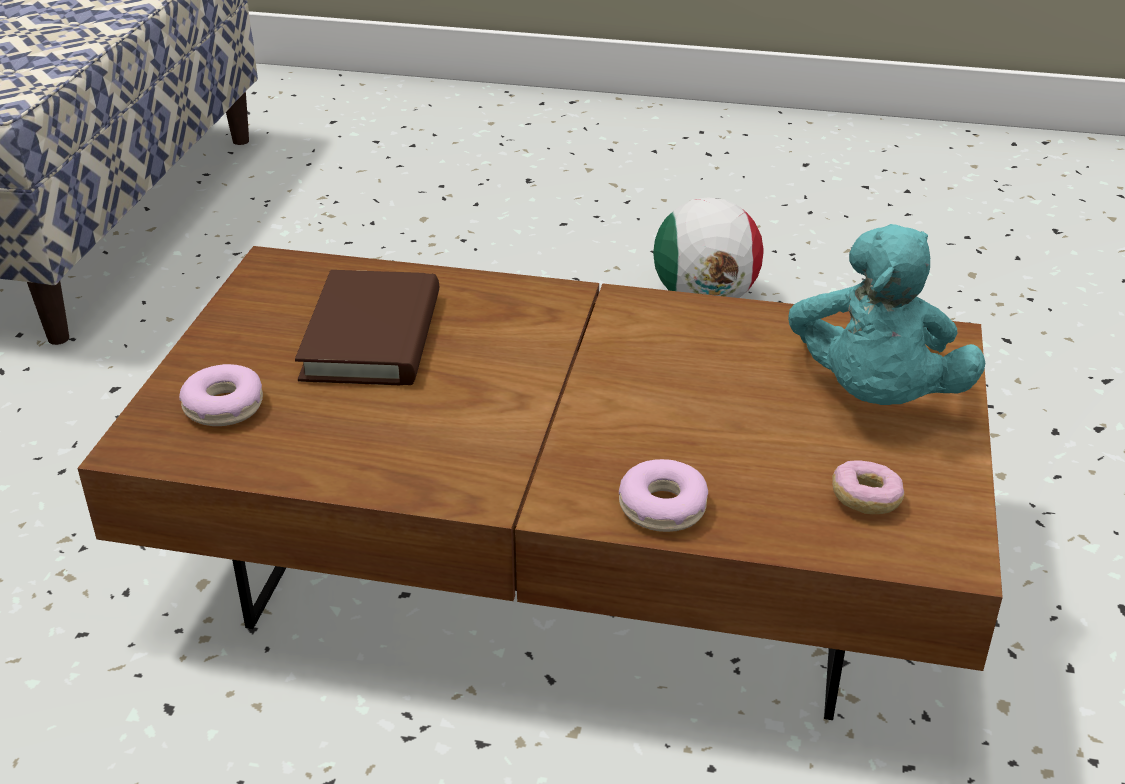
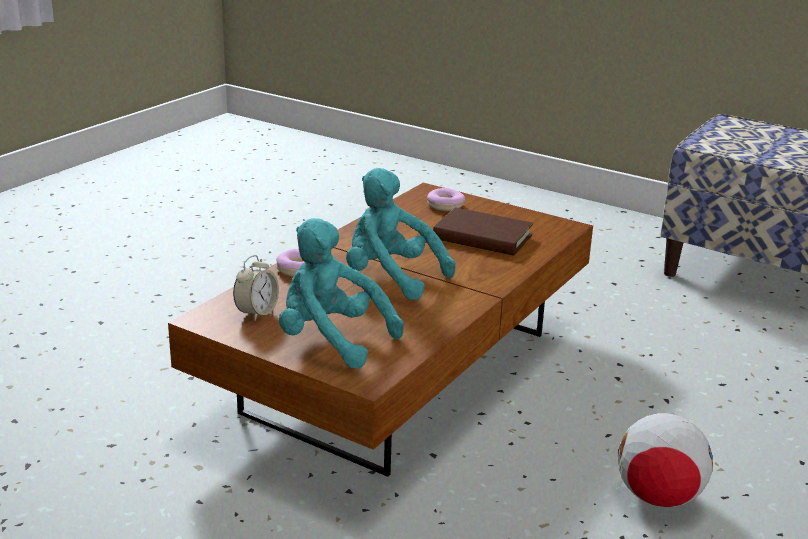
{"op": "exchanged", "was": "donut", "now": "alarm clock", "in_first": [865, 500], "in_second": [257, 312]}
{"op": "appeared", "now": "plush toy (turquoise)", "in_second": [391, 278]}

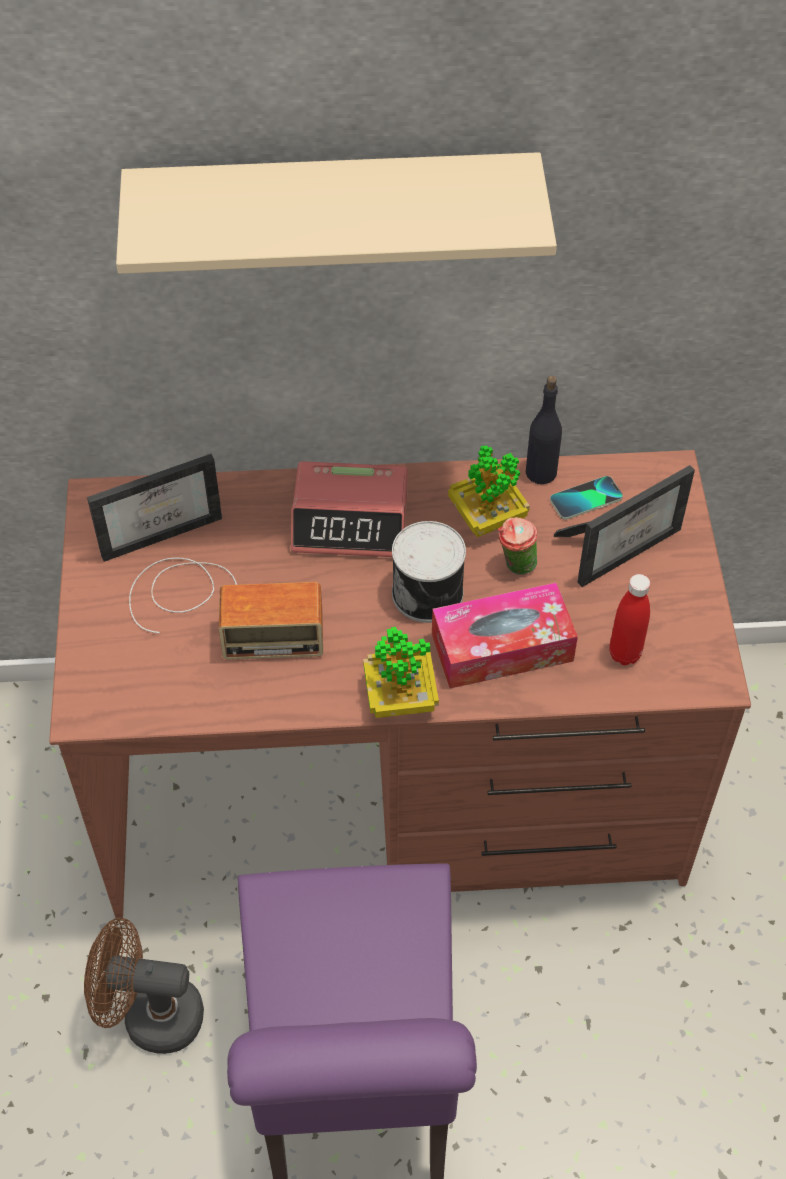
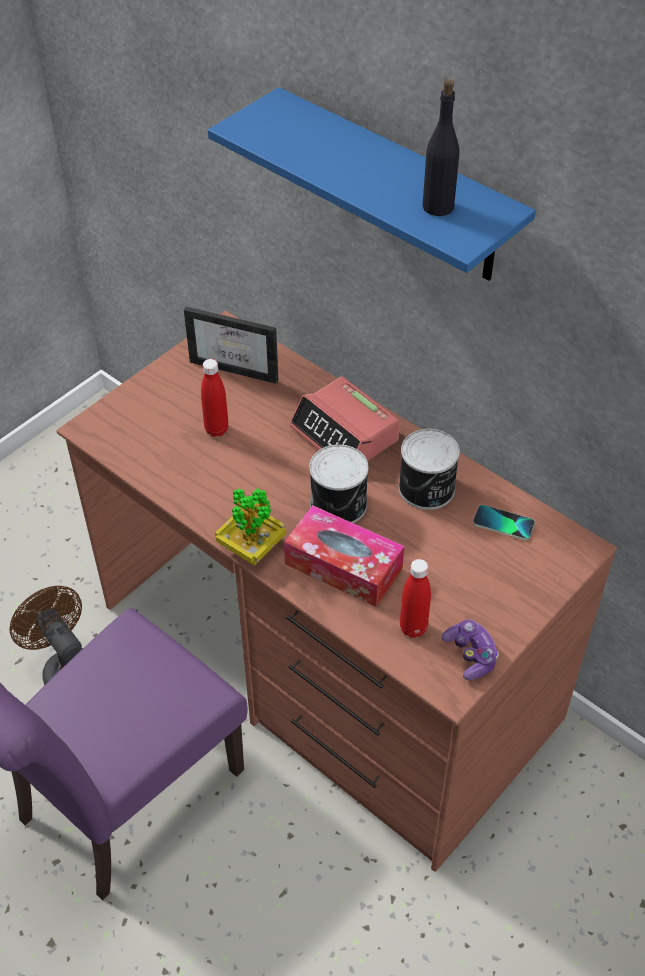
{"op": "colour", "was": "shelf (beige)", "now": "shelf (blue)", "in_first": [333, 211], "in_second": [397, 188]}
{"op": "exchanged", "was": "radio", "now": "bottle (red)", "in_first": [221, 610], "in_second": [216, 429]}
{"op": "exchanged", "was": "potted plant", "now": "can", "in_first": [487, 517], "in_second": [427, 489]}
{"op": "missing", "was": "cup", "in_first": [515, 566]}
{"op": "relocated", "was": "bottle (black)", "in_first": [541, 472], "in_second": [438, 206]}
{"op": "missing", "was": "picture frame", "in_first": [623, 546]}
{"op": "appeared", "now": "game controller", "in_second": [470, 655]}

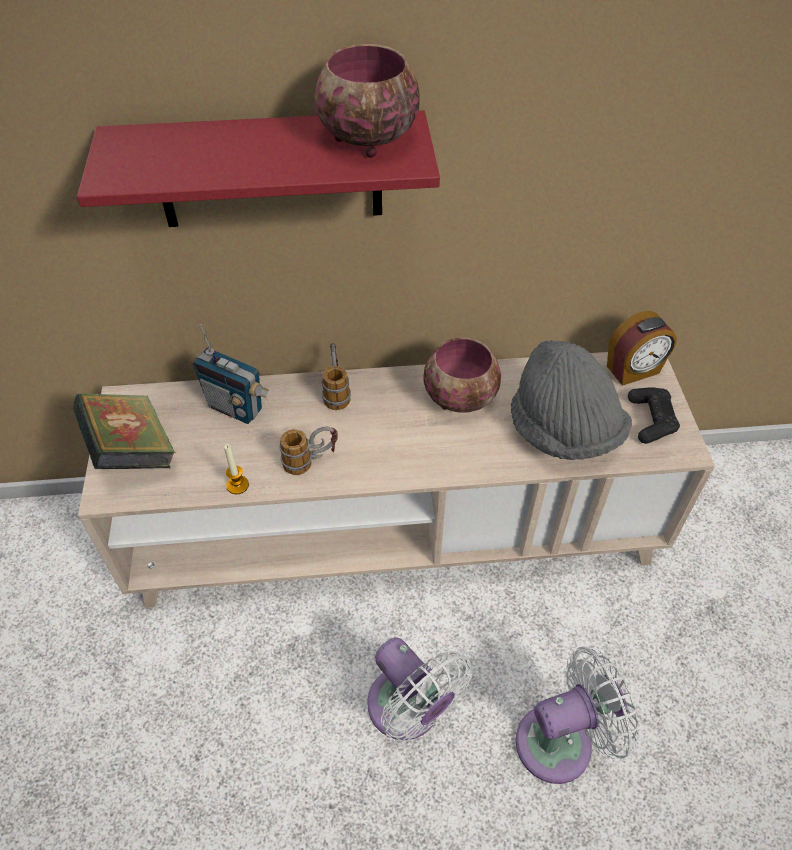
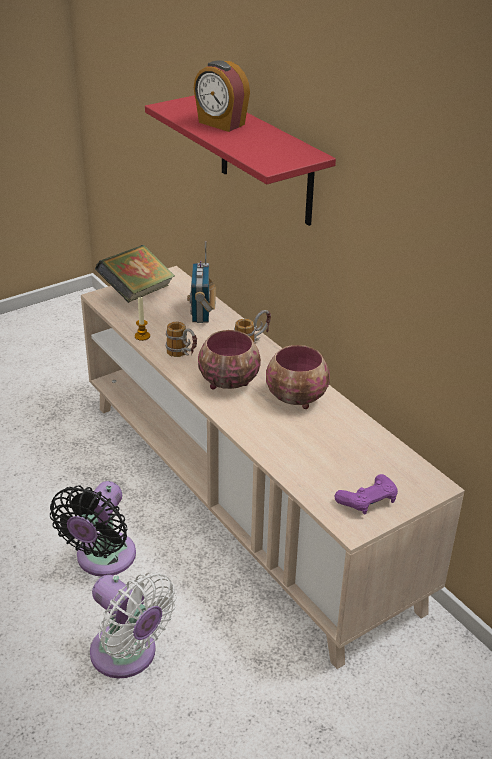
{"op": "relocated", "was": "bowl", "in_first": [365, 140], "in_second": [227, 382]}
{"op": "colour", "was": "fan (white)", "now": "fan (black)", "in_first": [409, 710], "in_second": [102, 559]}
{"op": "missing", "was": "hat (grey)", "in_first": [563, 431]}
{"op": "relocated", "was": "alarm clock", "in_first": [633, 371], "in_second": [221, 124]}
{"op": "colour", "was": "game controller (black)", "now": "game controller (purple)", "in_first": [651, 420], "in_second": [367, 501]}

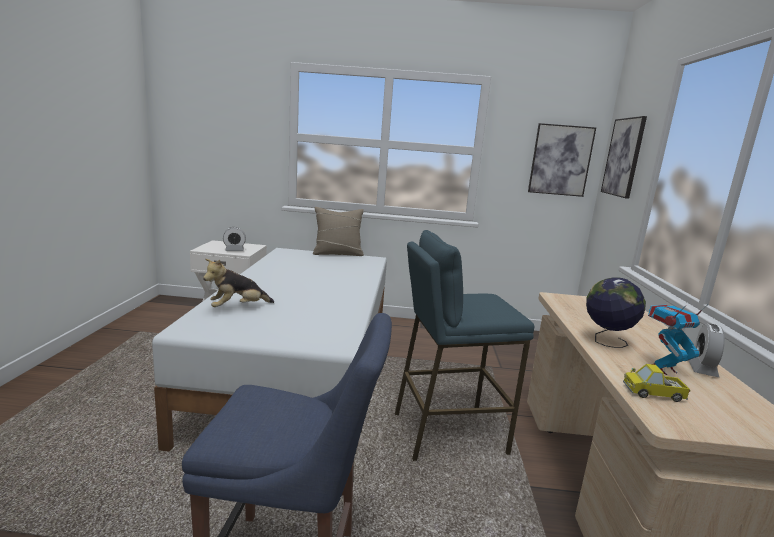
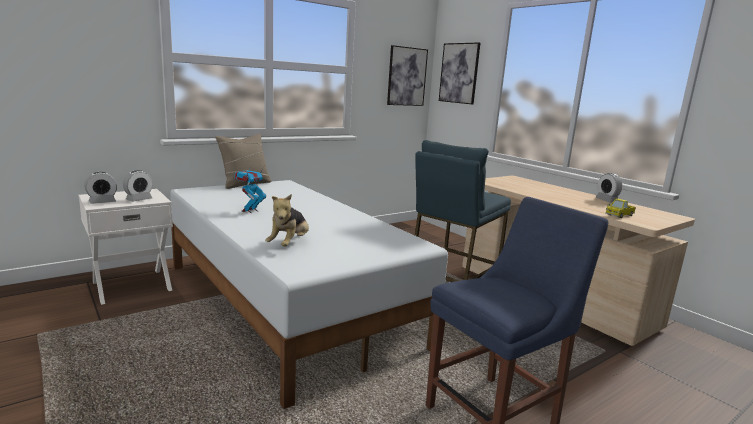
{"op": "missing", "was": "globe", "in_first": [606, 341]}
{"op": "relocated", "was": "toy robot", "in_first": [662, 369], "in_second": [250, 211]}
{"op": "appeared", "now": "alarm clock", "in_second": [102, 202]}

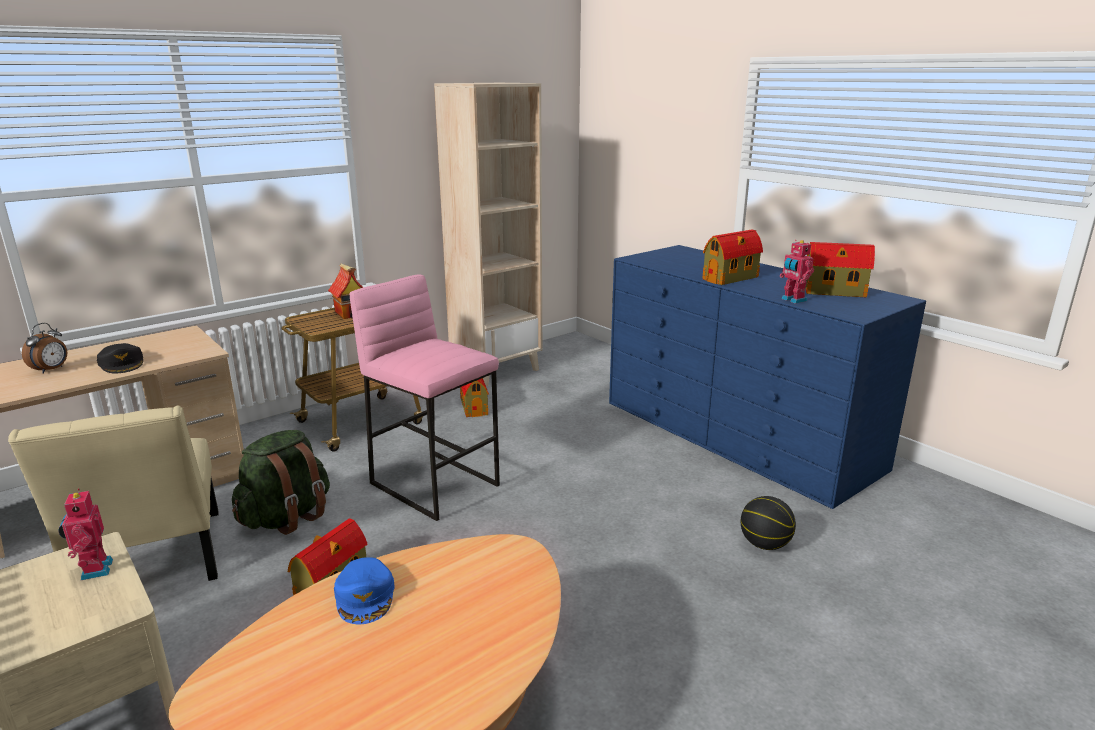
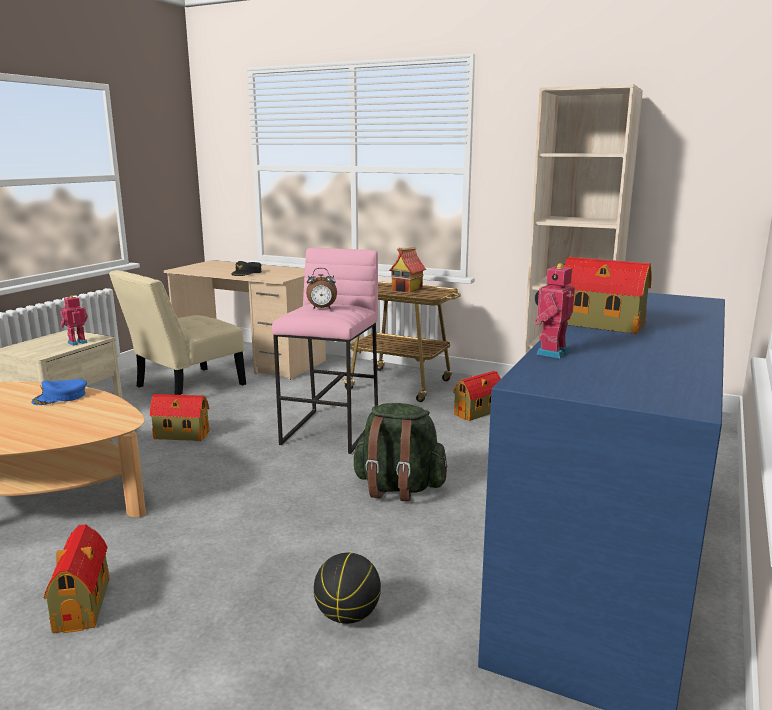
{"op": "relocated", "was": "alarm clock", "in_first": [51, 370], "in_second": [321, 308]}
{"op": "relocated", "was": "backpack (green)", "in_first": [287, 517], "in_second": [398, 488]}
{"op": "relocated", "was": "toy house", "in_first": [833, 291], "in_second": [83, 603]}

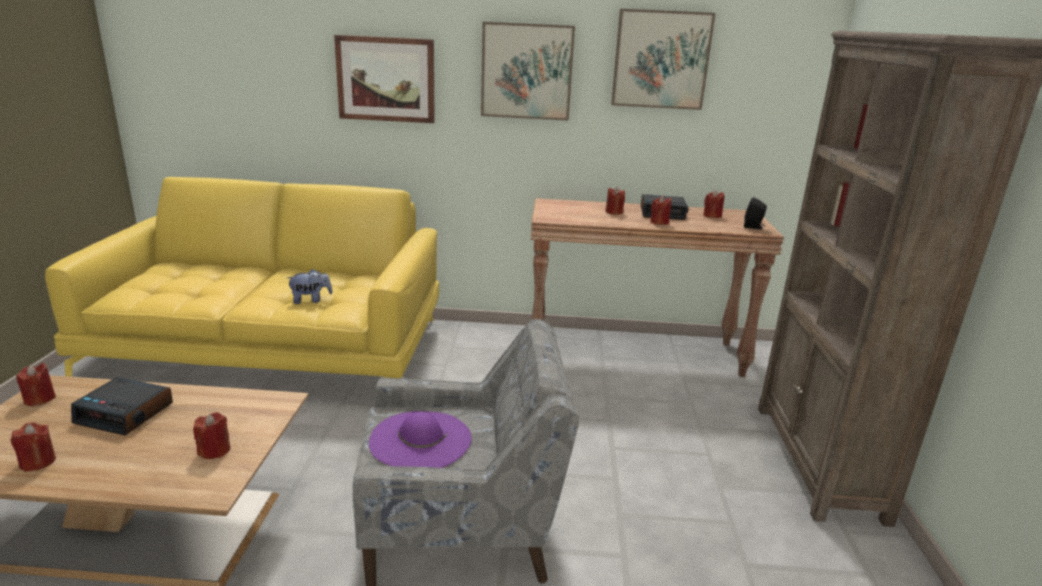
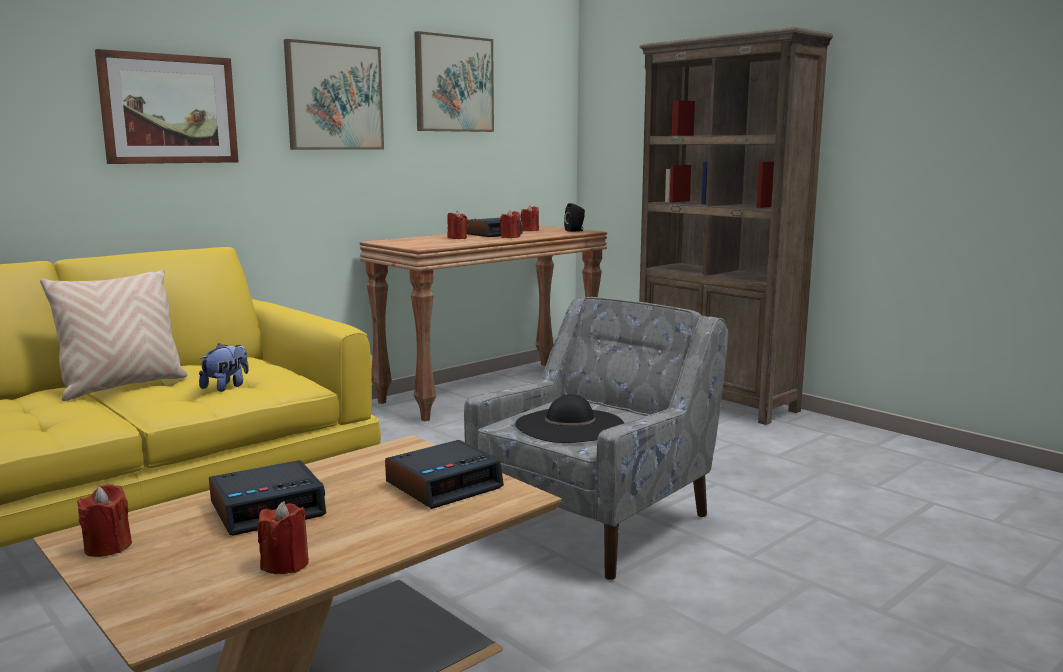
{"op": "exchanged", "was": "candle (red)", "now": "alarm clock", "in_first": [214, 450], "in_second": [444, 485]}
{"op": "colour", "was": "hat (purple)", "now": "hat (black)", "in_first": [420, 440], "in_second": [570, 425]}
{"op": "appeared", "now": "pillow (beige)", "in_second": [122, 386]}

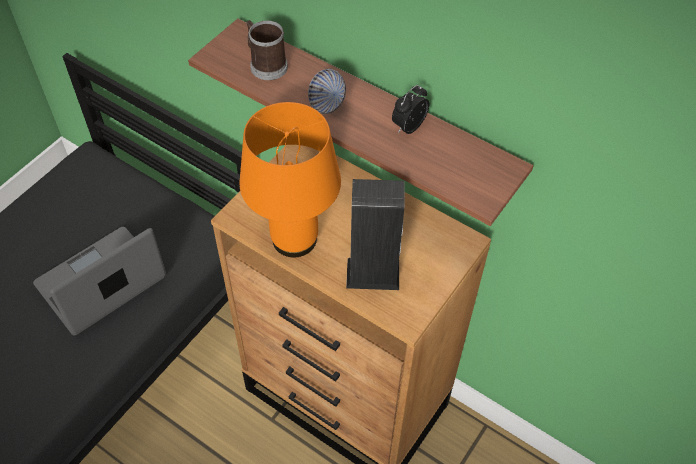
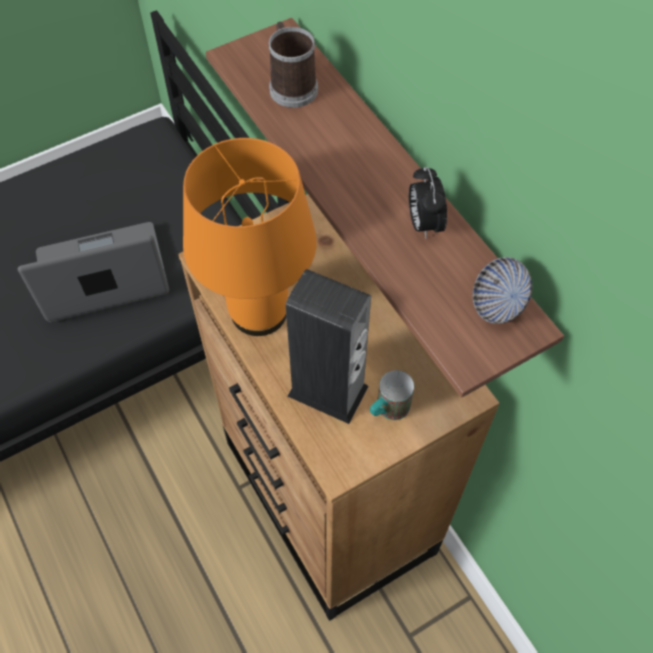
{"op": "relocated", "was": "bowl", "in_first": [327, 103], "in_second": [497, 304]}
{"op": "spun", "was": "alarm clock", "in_first": [408, 126], "in_second": [423, 223], "clockwise": -75}
{"op": "appeared", "now": "mug", "in_second": [387, 410]}

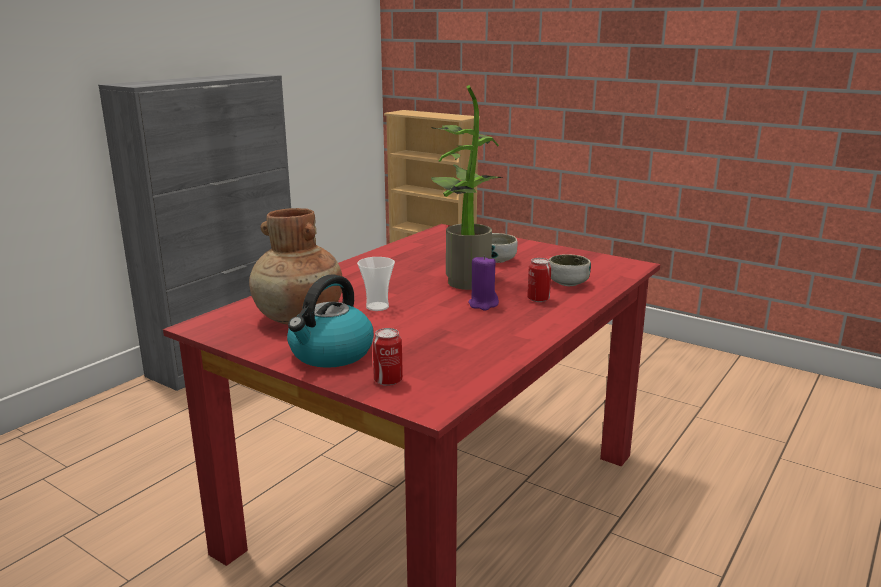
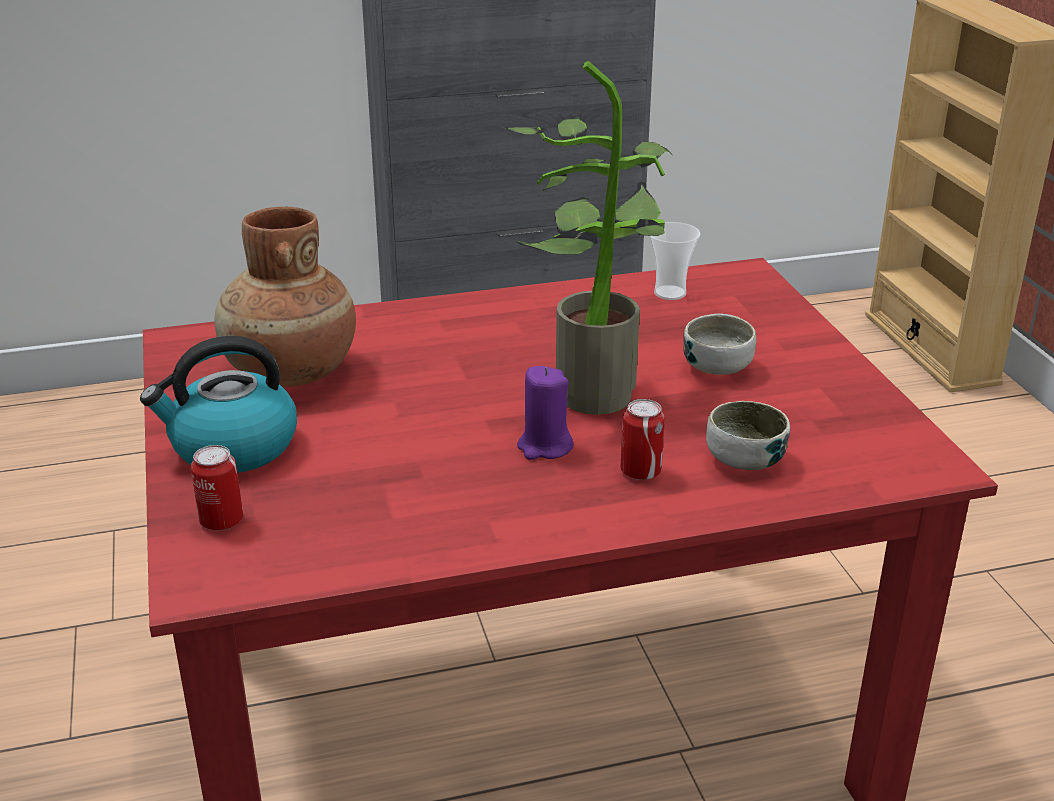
{"op": "relocated", "was": "cup", "in_first": [377, 307], "in_second": [670, 293]}

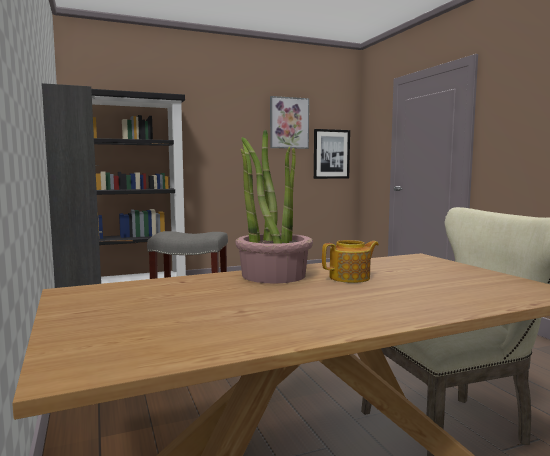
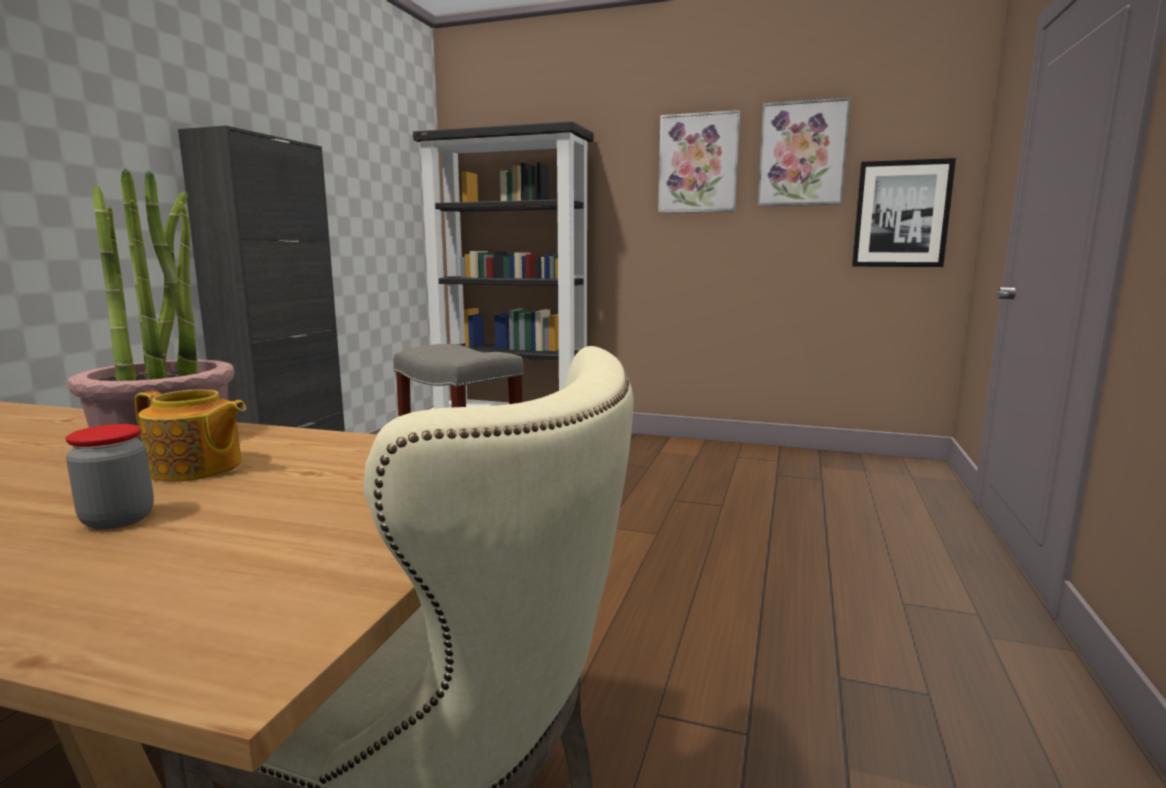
{"op": "appeared", "now": "jar", "in_second": [118, 519]}
{"op": "appeared", "now": "picture", "in_second": [698, 163]}

